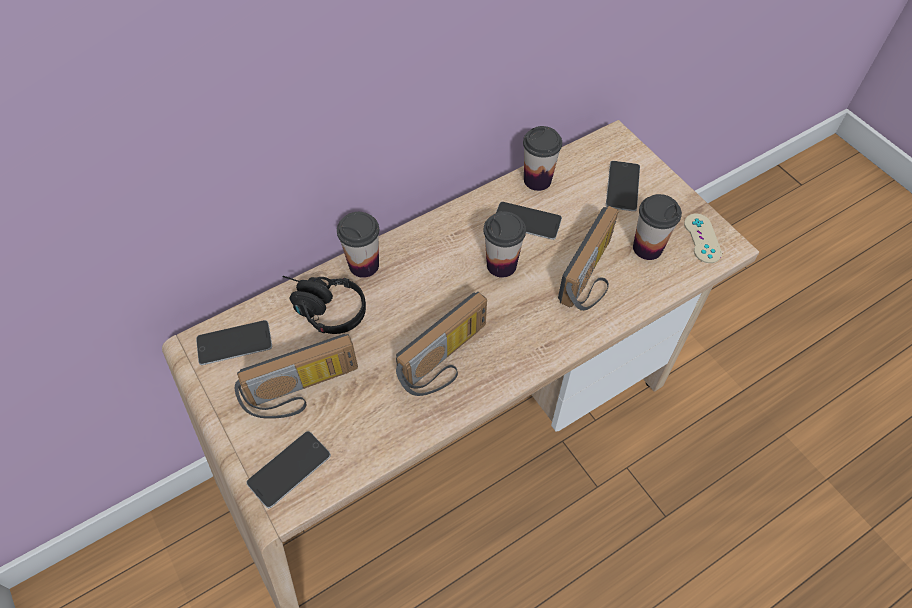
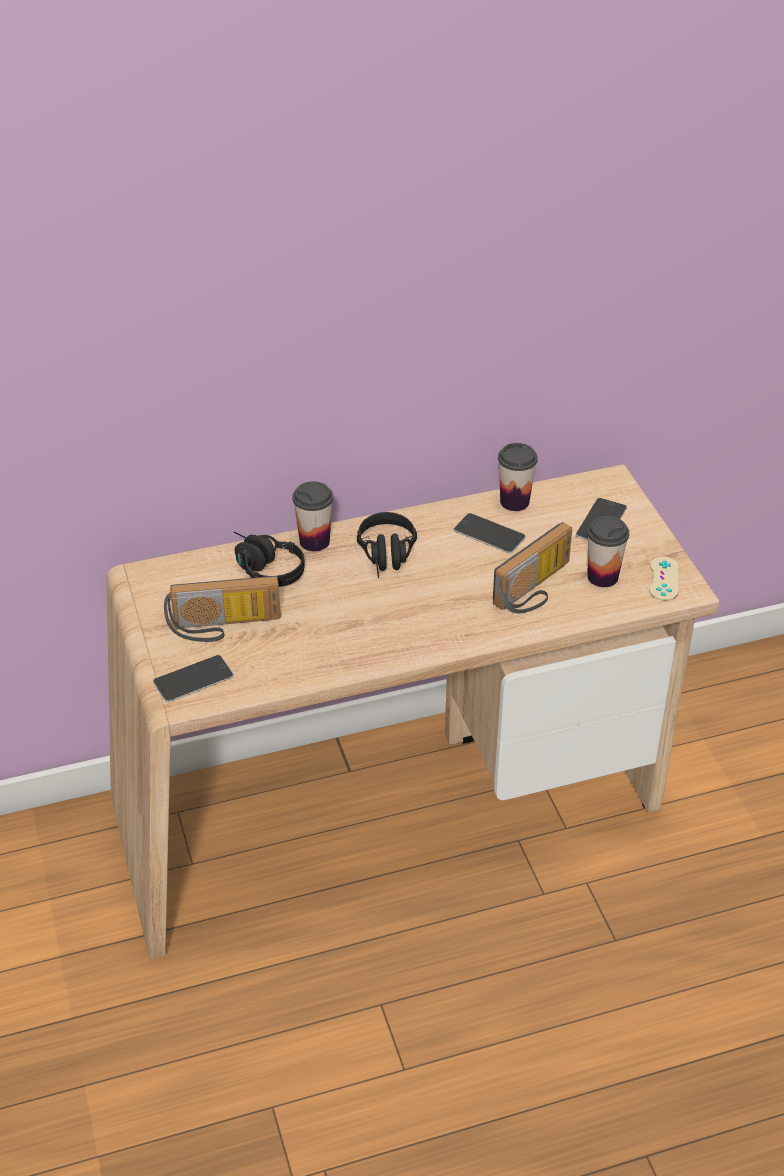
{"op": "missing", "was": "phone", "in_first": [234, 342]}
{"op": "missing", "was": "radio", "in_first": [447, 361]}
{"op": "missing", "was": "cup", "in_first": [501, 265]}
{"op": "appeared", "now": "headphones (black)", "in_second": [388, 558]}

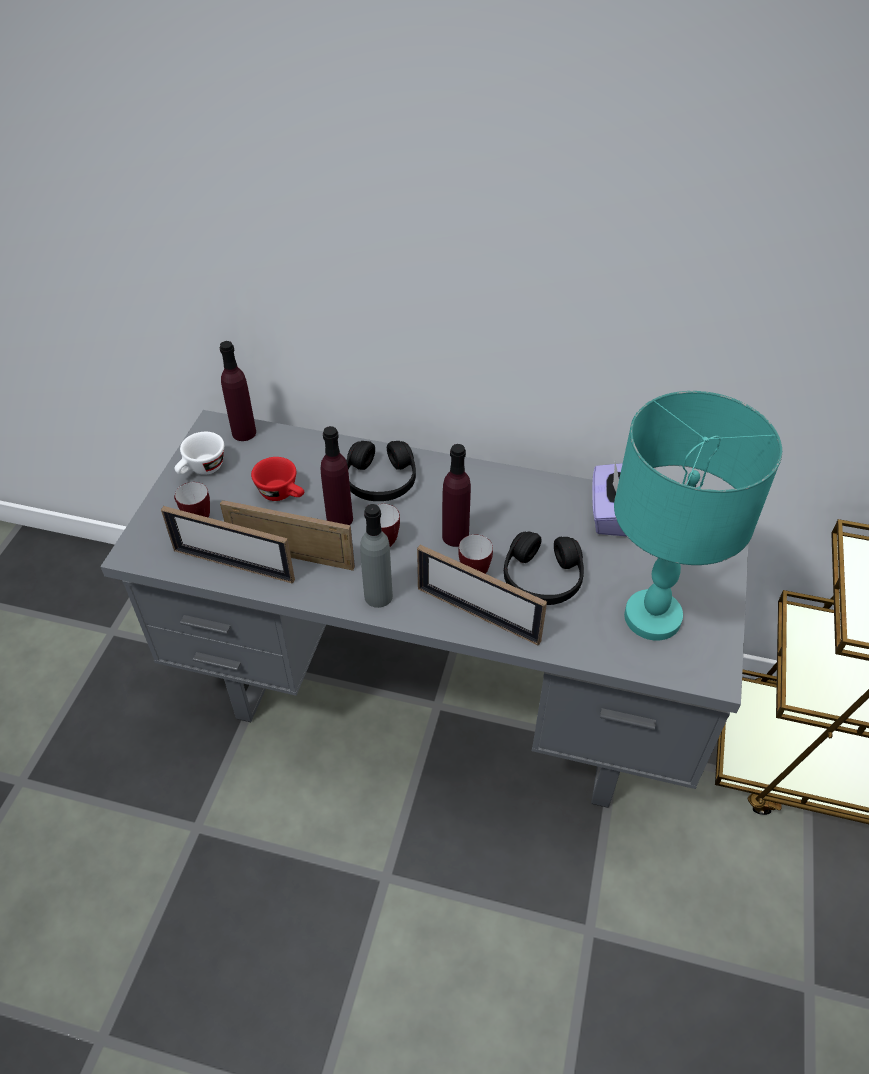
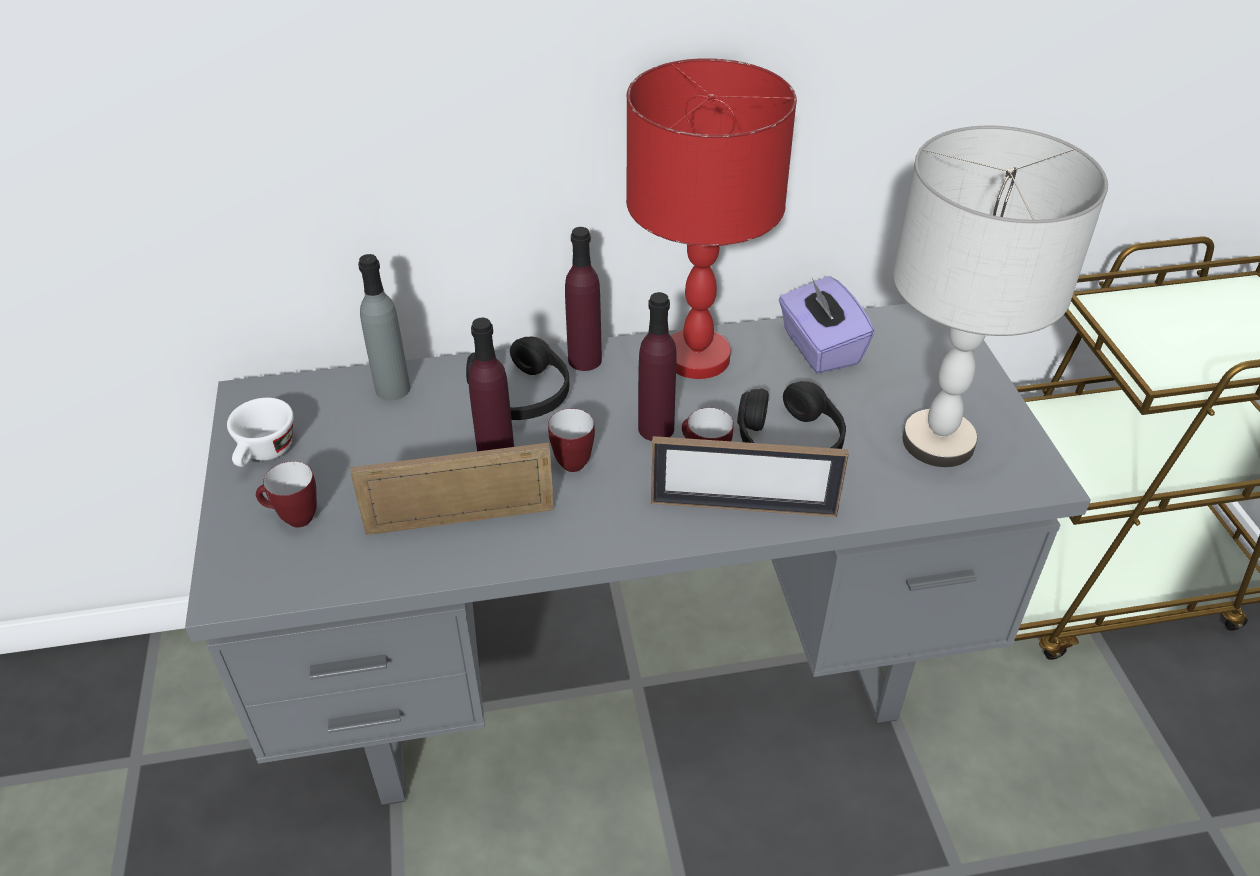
{"op": "missing", "was": "picture frame", "in_first": [233, 565]}
{"op": "relocated", "was": "bottle (purple)", "in_first": [244, 433], "in_second": [585, 360]}
{"op": "missing", "was": "cup (red)", "in_first": [282, 494]}
{"op": "relocated", "was": "bottle (grey)", "in_first": [378, 596], "in_second": [392, 389]}
{"op": "colour", "was": "table lamp (turquoise)", "now": "table lamp (grey)", "in_first": [652, 618], "in_second": [938, 443]}
{"op": "appeared", "now": "table lamp (red)", "in_second": [698, 358]}

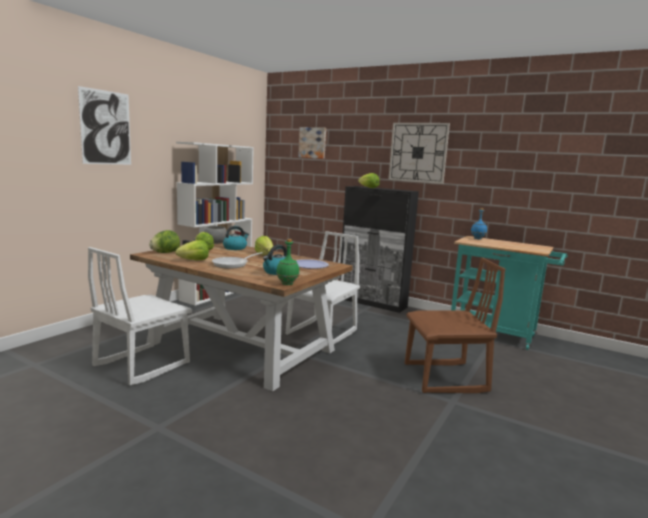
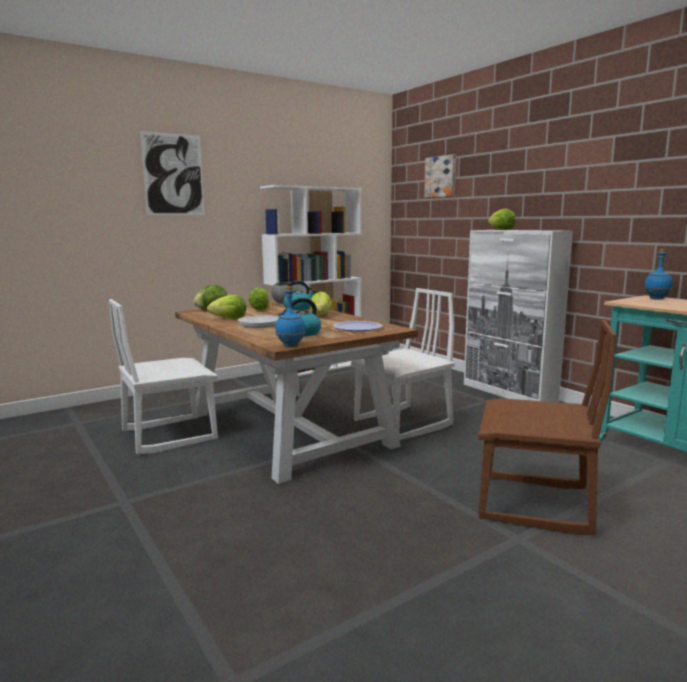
{"op": "colour", "was": "bottle (green)", "now": "bottle (blue)", "in_first": [287, 284], "in_second": [290, 345]}
{"op": "colour", "was": "cabinet (black)", "now": "cabinet (white)", "in_first": [372, 303], "in_second": [509, 393]}
{"op": "missing", "was": "wall clock", "in_first": [418, 152]}

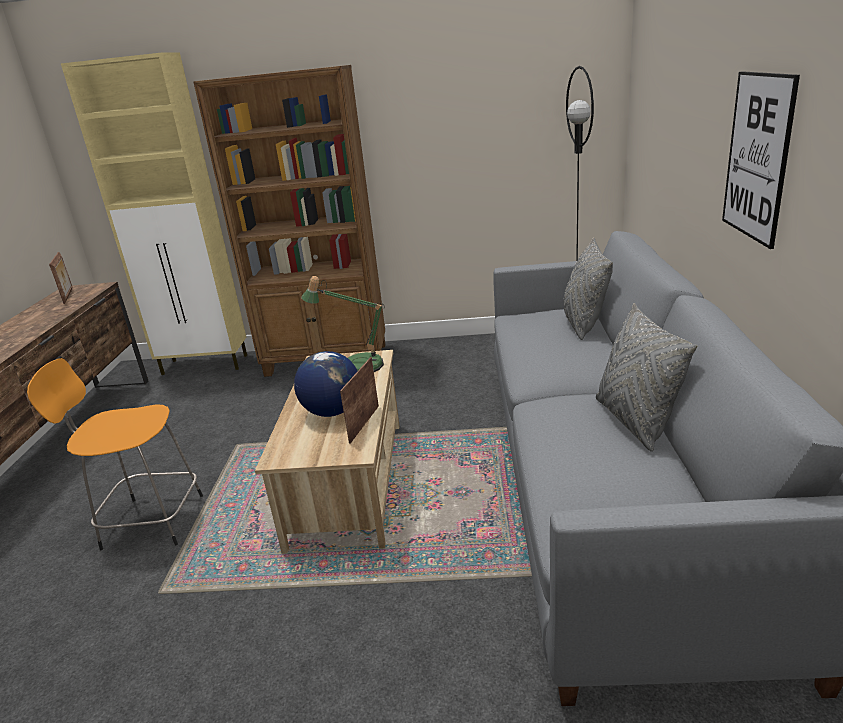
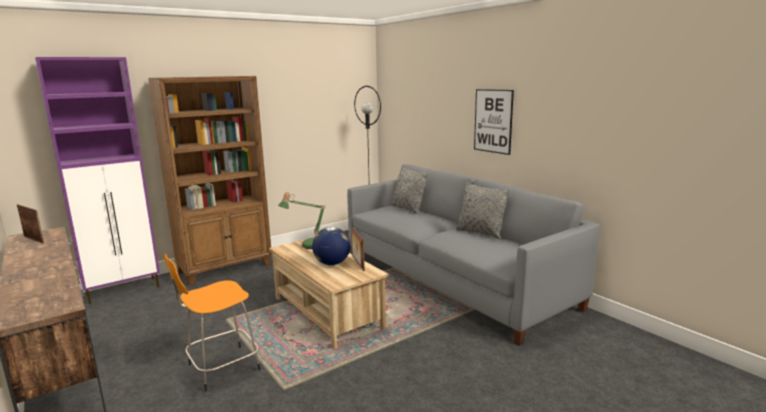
{"op": "colour", "was": "cabinet (beige)", "now": "cabinet (purple)", "in_first": [206, 365], "in_second": [124, 290]}

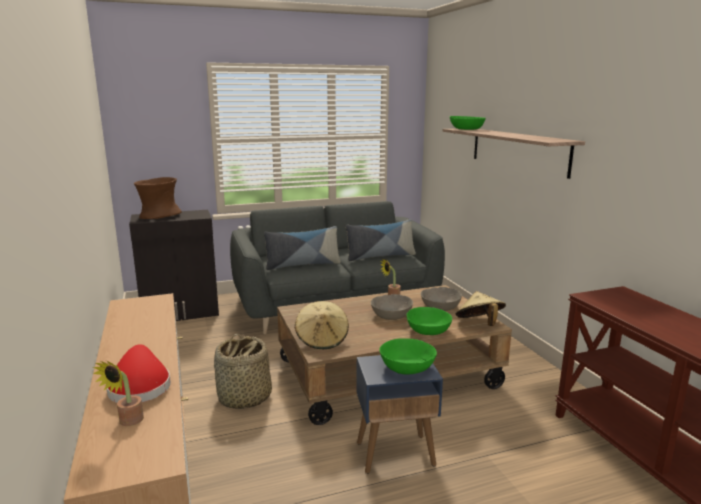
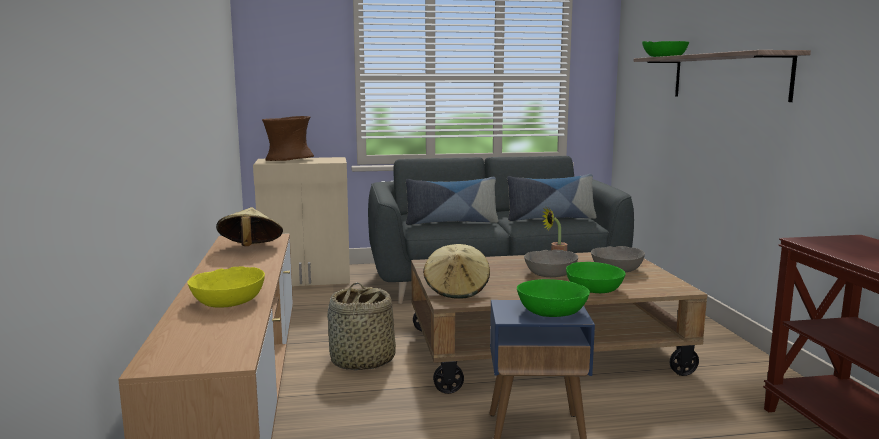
{"op": "missing", "was": "potted plant", "in_first": [127, 422]}
{"op": "exchanged", "was": "hat (red)", "now": "bowl (yellow)", "in_first": [139, 386], "in_second": [227, 301]}
{"op": "colour", "was": "cabinet (black)", "now": "cabinet (beige)", "in_first": [181, 313], "in_second": [307, 279]}
{"op": "relocated", "was": "hat (beige)", "in_first": [479, 324], "in_second": [250, 249]}

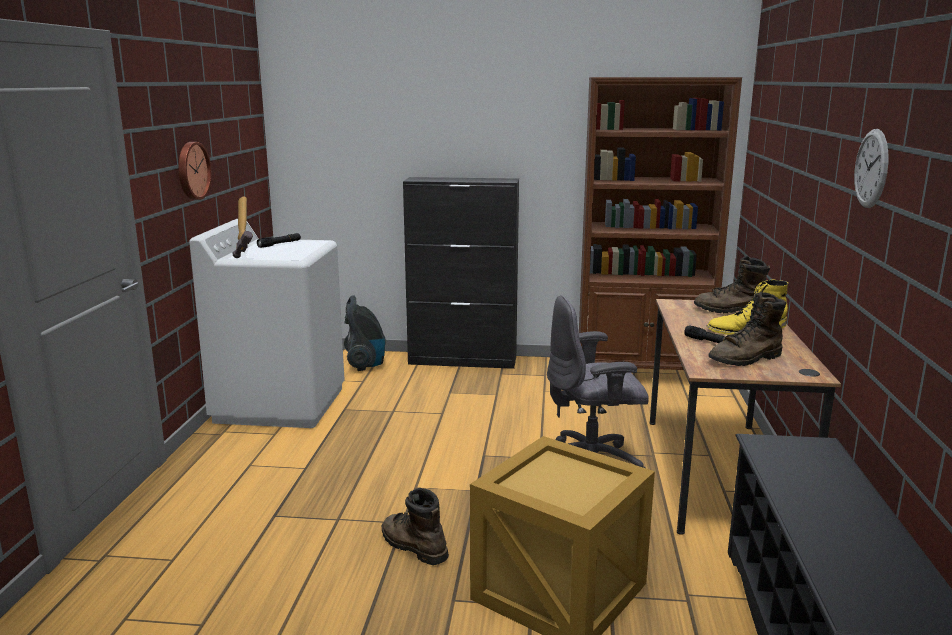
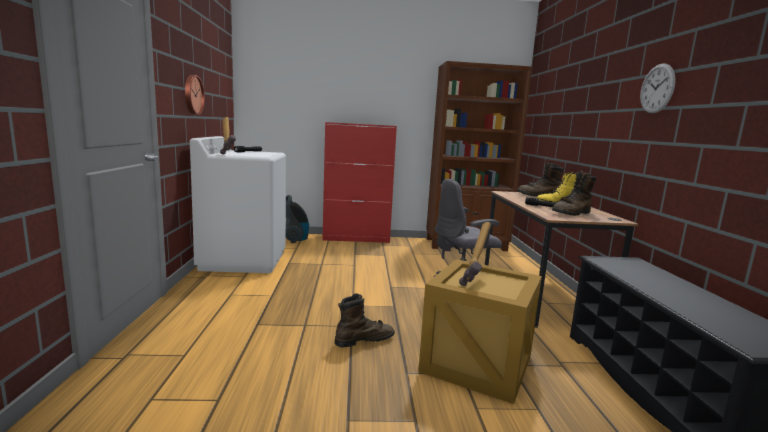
{"op": "spun", "was": "boot (brown)", "in_first": [412, 546], "in_second": [364, 340], "clockwise": 120}
{"op": "colour", "was": "cabinet (black)", "now": "cabinet (red)", "in_first": [463, 360], "in_second": [356, 238]}
{"op": "appeared", "now": "hammer", "in_second": [477, 281]}

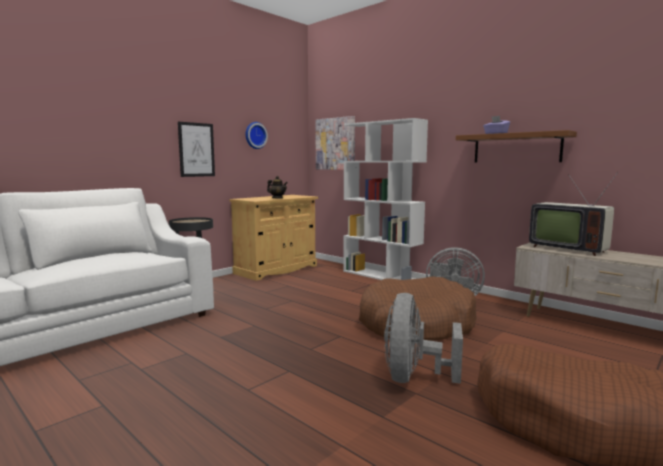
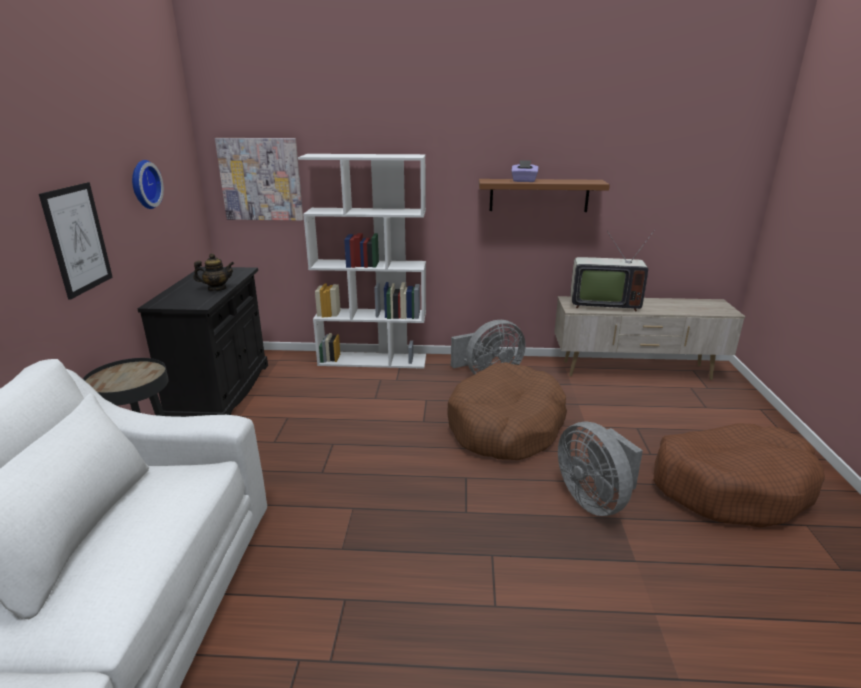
{"op": "colour", "was": "cabinet (beige)", "now": "cabinet (black)", "in_first": [276, 269], "in_second": [221, 391]}

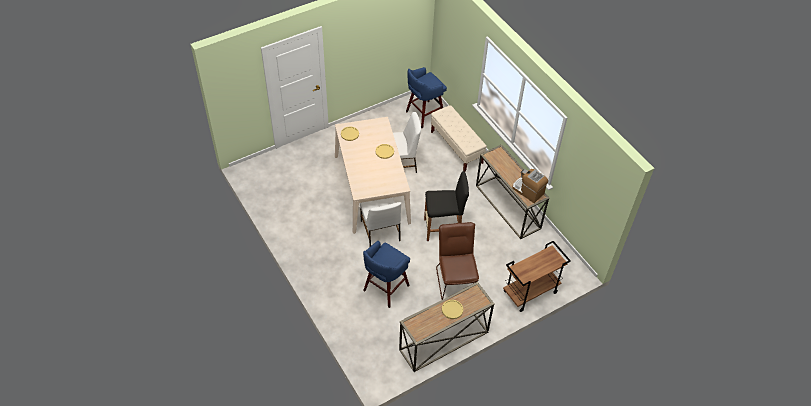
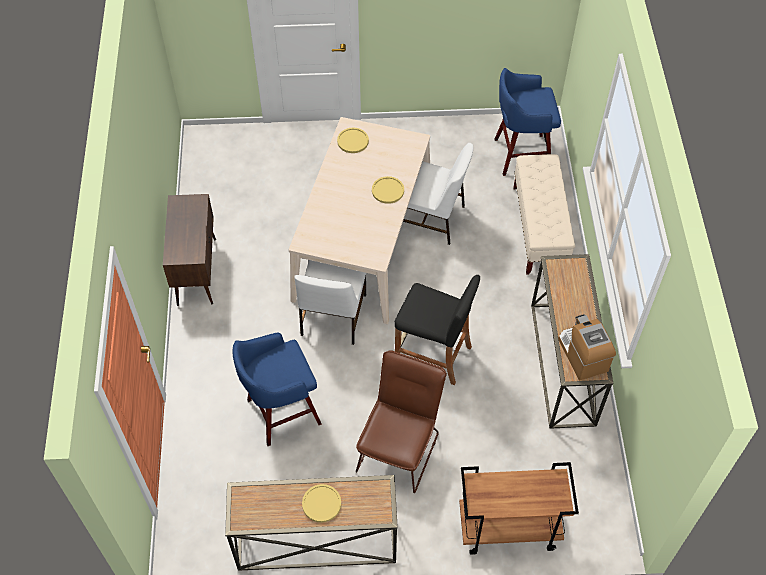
{"op": "appeared", "now": "cabinet (brown)", "in_second": [196, 271]}

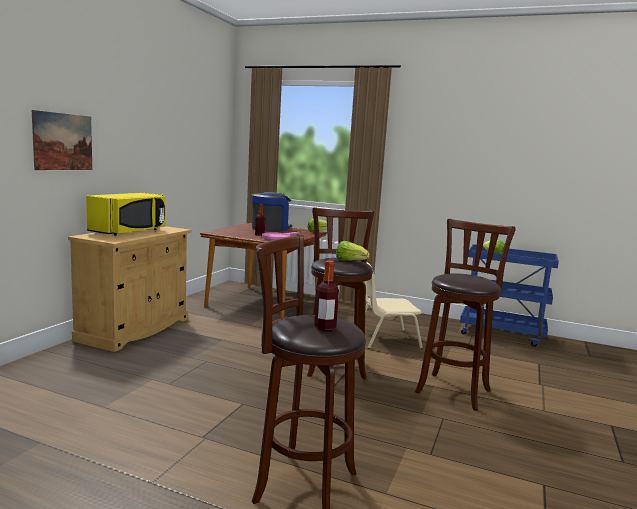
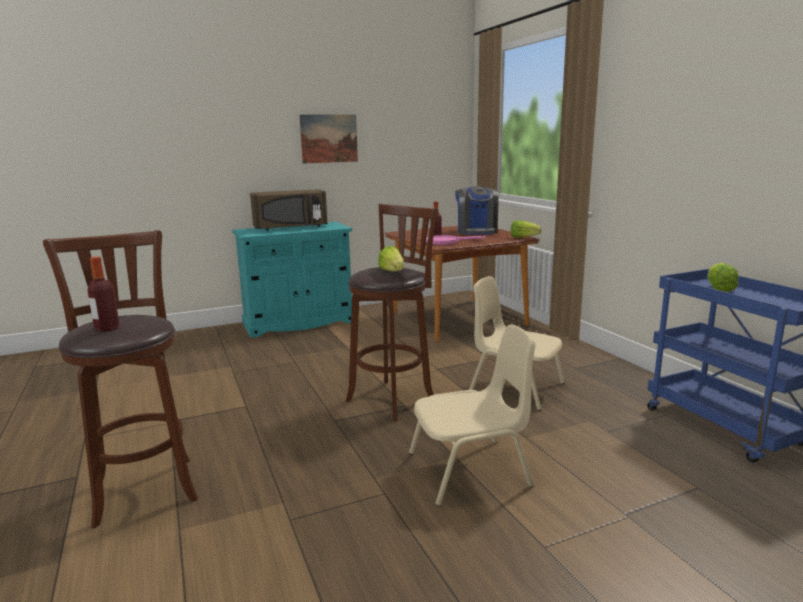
{"op": "relocated", "was": "picture", "in_first": [63, 141], "in_second": [329, 138]}
{"op": "colour", "was": "cabinet (beige)", "now": "cabinet (turquoise)", "in_first": [134, 329], "in_second": [298, 322]}
{"op": "colour", "was": "microwave (yellow)", "now": "microwave (brown)", "in_first": [130, 231], "in_second": [291, 227]}
{"op": "spun", "was": "coffee machine", "in_first": [270, 228], "in_second": [476, 231], "clockwise": 90}
{"op": "exchanged", "was": "stool (brown)", "now": "chair (beige)", "in_first": [454, 390], "in_second": [471, 470]}

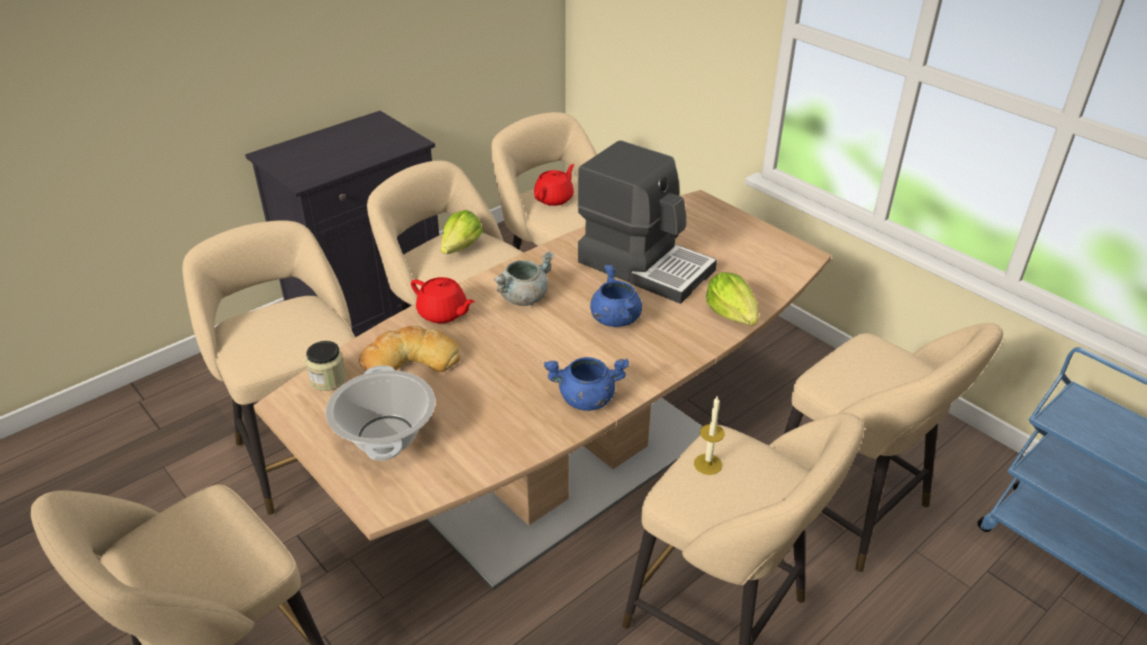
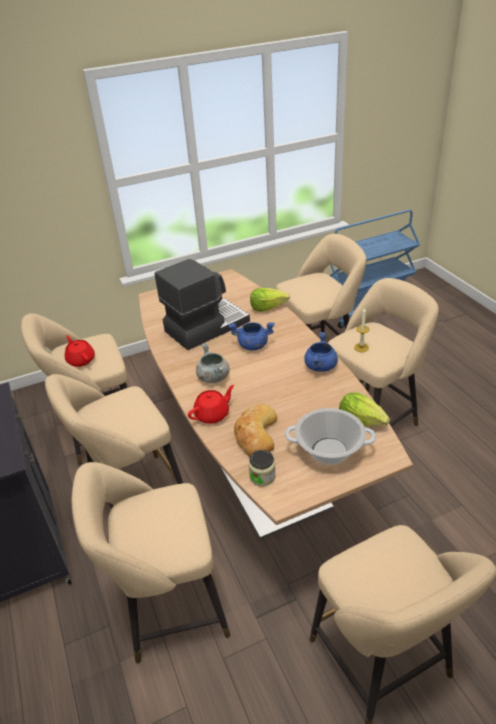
{"op": "relocated", "was": "lettuce", "in_first": [461, 247], "in_second": [362, 420]}

